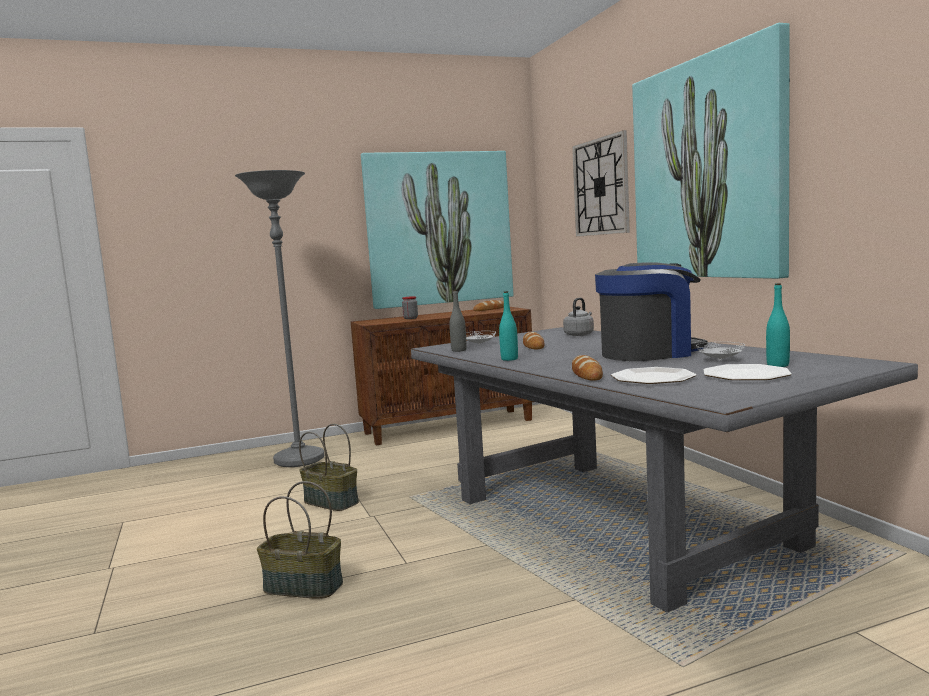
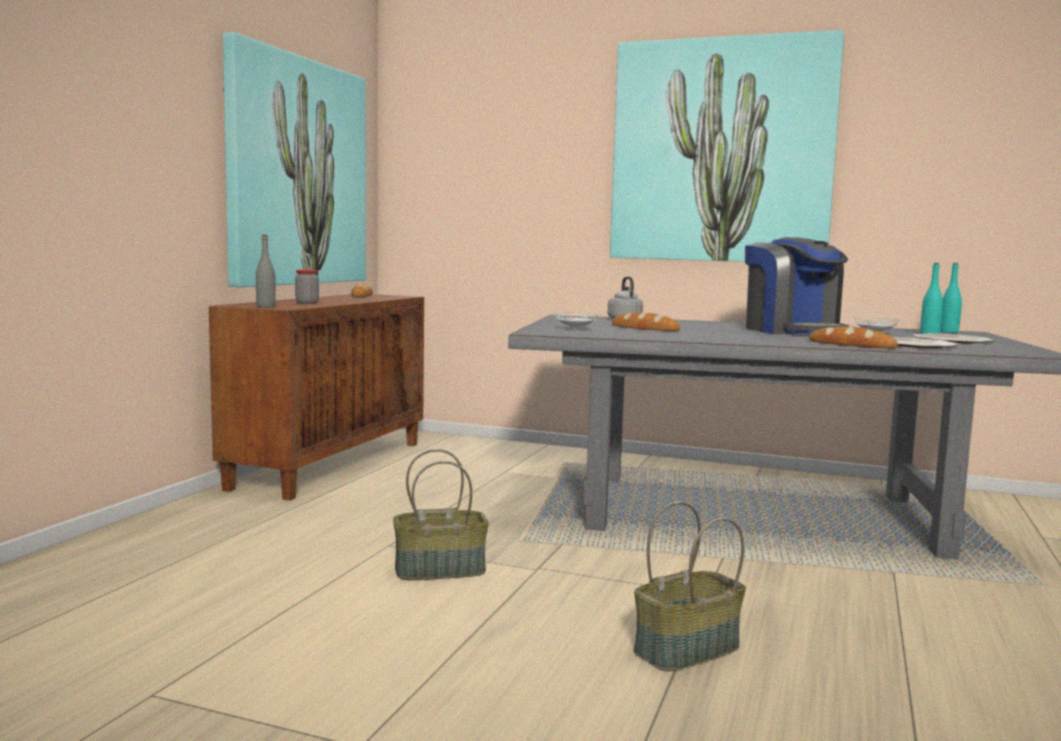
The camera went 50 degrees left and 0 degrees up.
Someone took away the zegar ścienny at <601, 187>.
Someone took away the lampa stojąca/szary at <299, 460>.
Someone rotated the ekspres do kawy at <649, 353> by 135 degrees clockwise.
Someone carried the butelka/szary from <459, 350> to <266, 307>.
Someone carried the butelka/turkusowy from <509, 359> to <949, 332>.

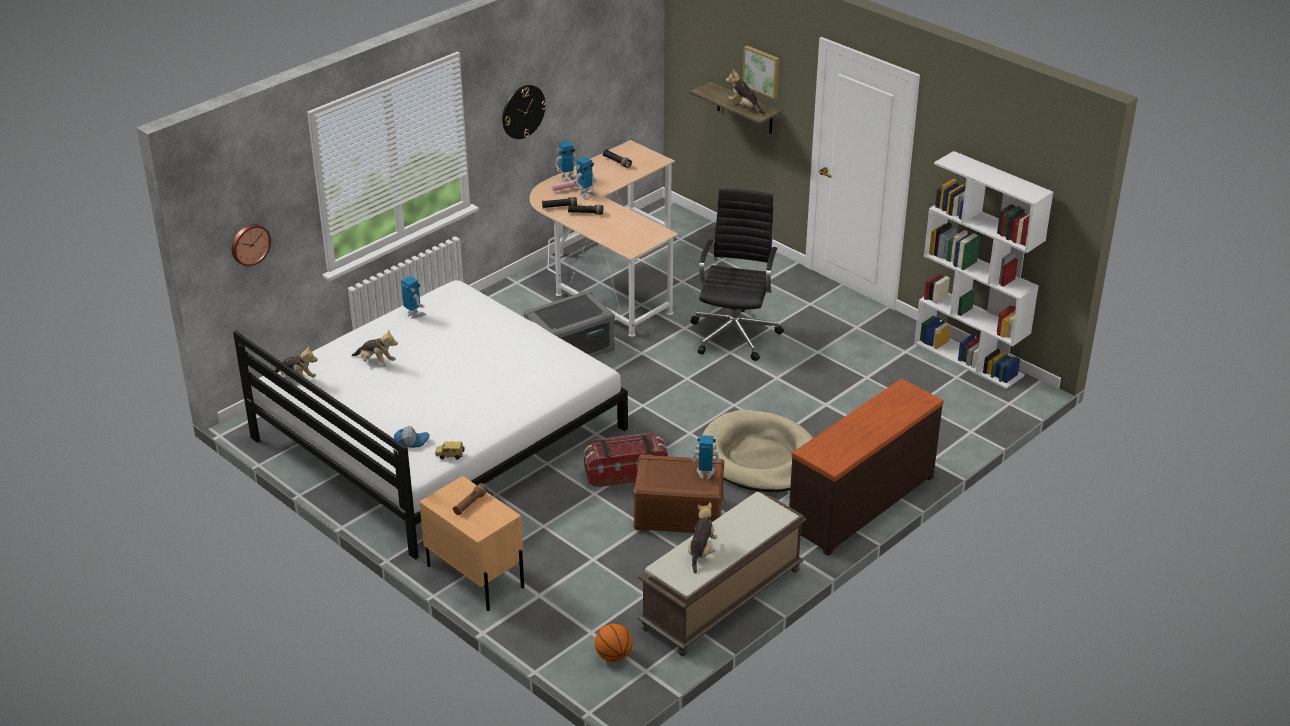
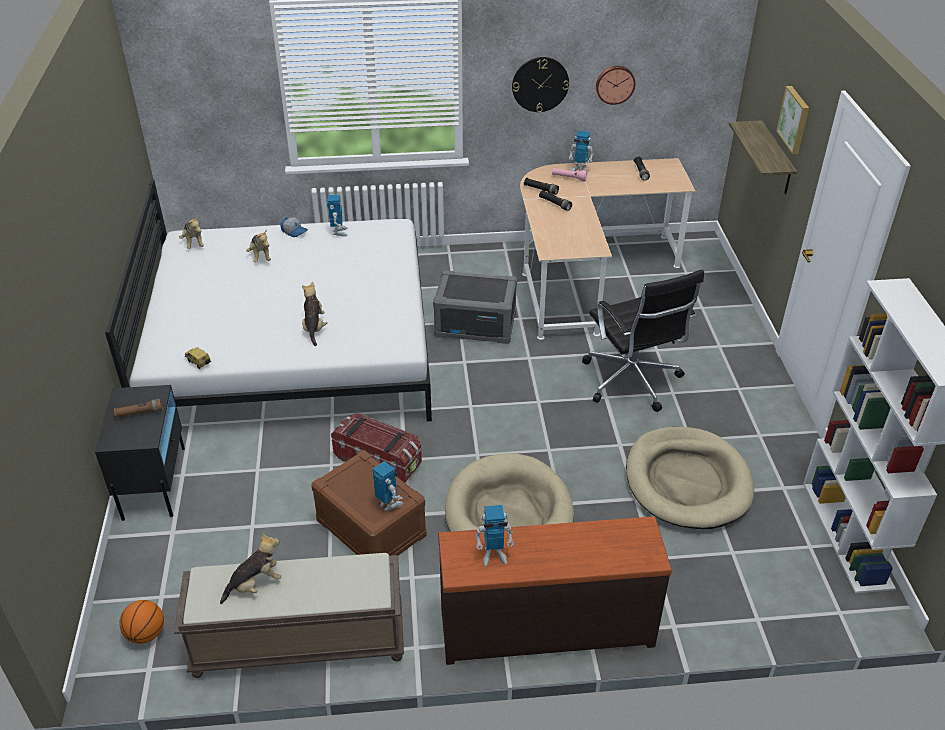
The camera went 40 degrees right and 5 degrees up.
Someone carried the pluszak from <745, 107> to <314, 328>.
Someone carried the robot zabawkowy from <586, 194> to <494, 555>.
Someone rotated the krzesło biurowe/czarny at <735, 333> by 105 degrees clockwise.
Someone carried the zegar ścienny from <249, 244> to <615, 84>.
Someone carried the czapka z daszkiem from <411, 441> to <294, 231>.
Someone repainted the szafka nocna/beżowy at <475, 576>, which became the szafka nocna/czarny at <154, 482>.
Someone put down the legowisko/beżowy at <687, 481>.

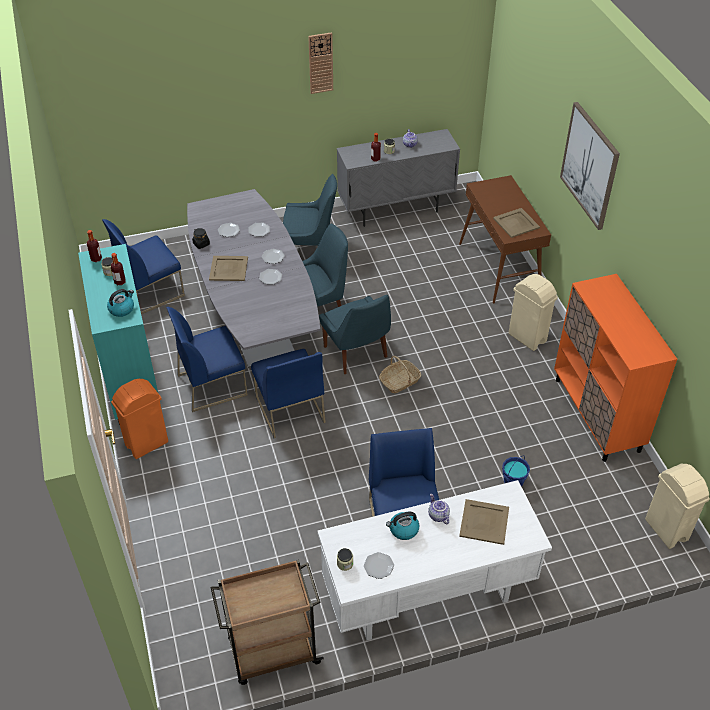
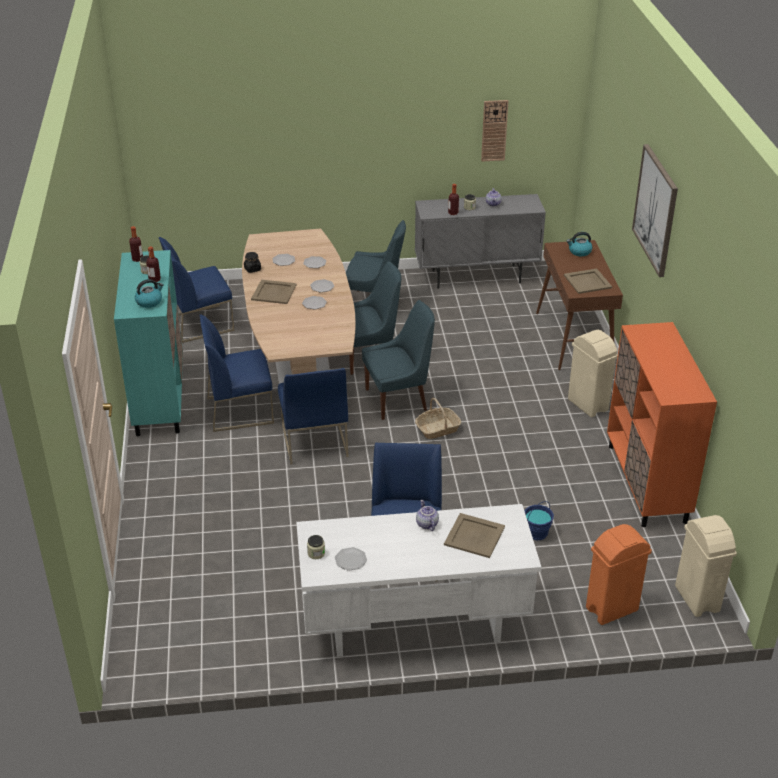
The camera went 10 degrees right and 10 degrees down.
Someone carried the zegar ścienny from <320, 63> to <494, 130>.
Someone repainted the stół jadalny/szary at <255, 321>, which became the stół jadalny/brązowy at <300, 360>.
Someone rotated the krzesło/niebieski at <356, 353> by 90 degrees counterclockwise.
Someone carried the kosz na śmieci/pomarańczowy from <146, 444> to <611, 609>.
Someone carried the czajnik from <403, 530> to <579, 252>.
Someone took away the wózek/brązowy at <272, 652>.

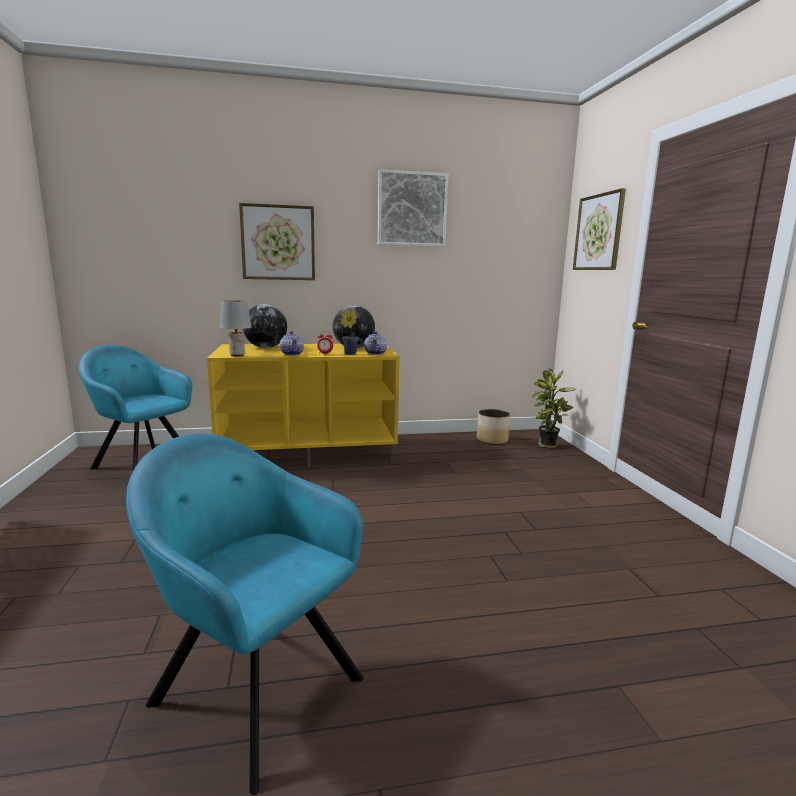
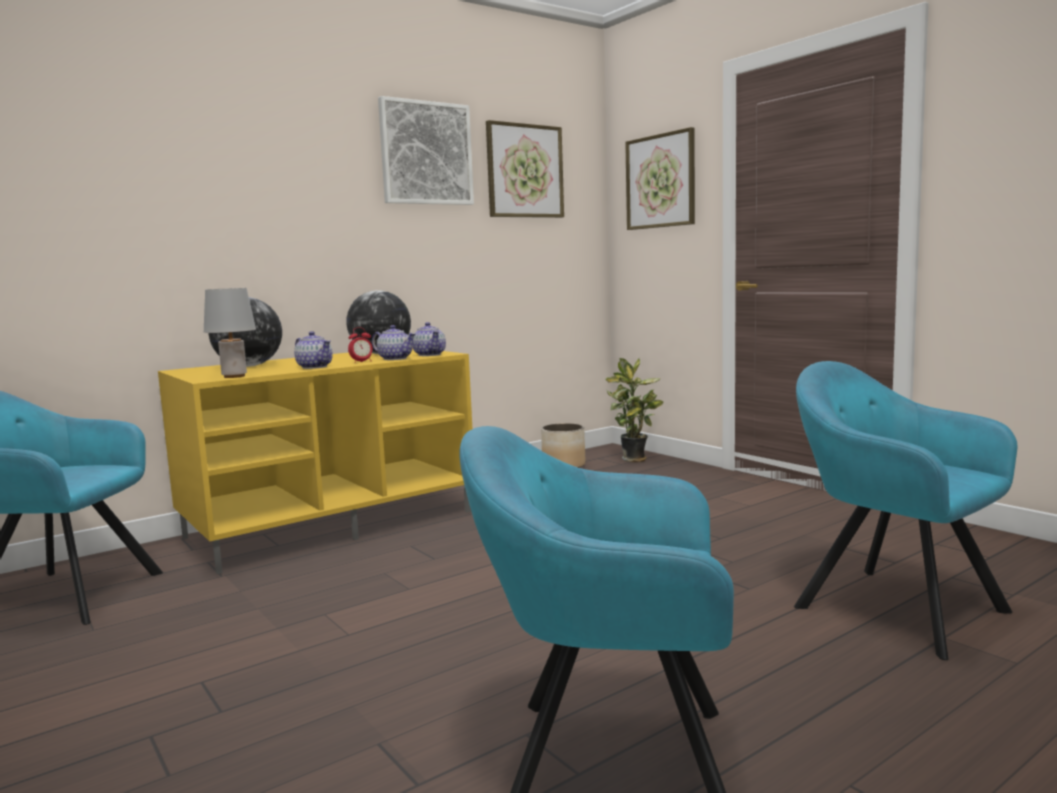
The camera went 25 degrees left and 5 degrees down.
Someone carried the obraz from <278, 242> to <524, 171>.
Someone swapped the roślina doniczkowa at <348, 354> for the imbryk at <395, 358>.
Someone put down the fotel/turkusowy at <891, 606>.

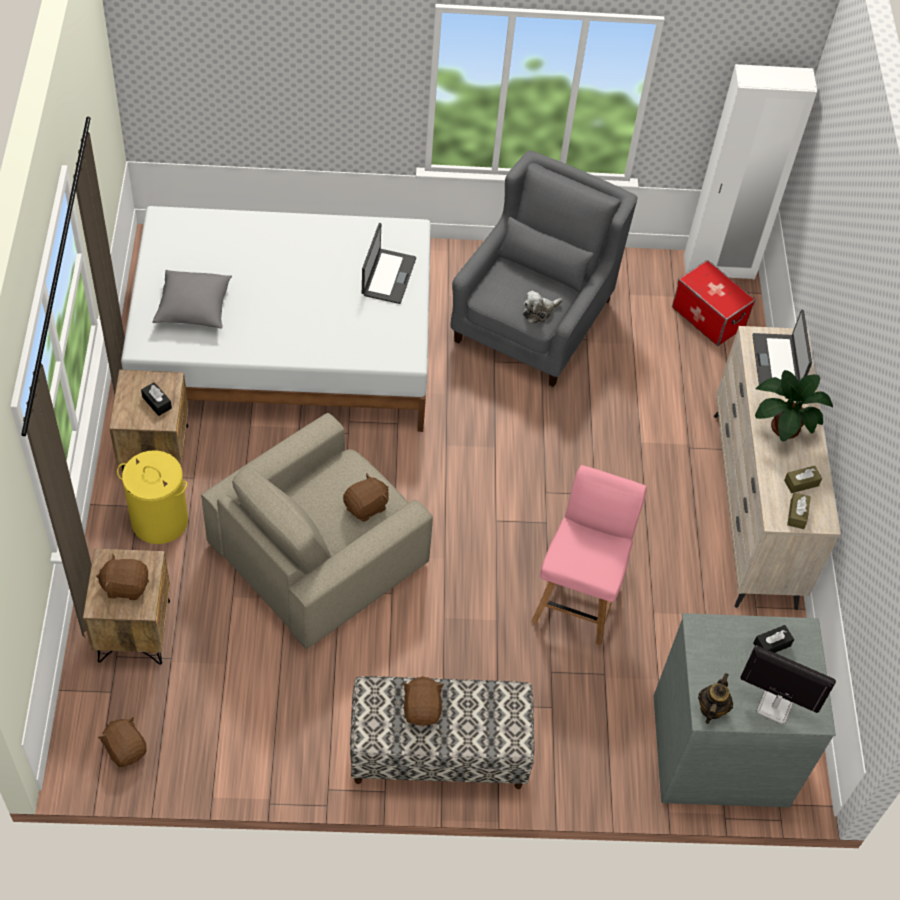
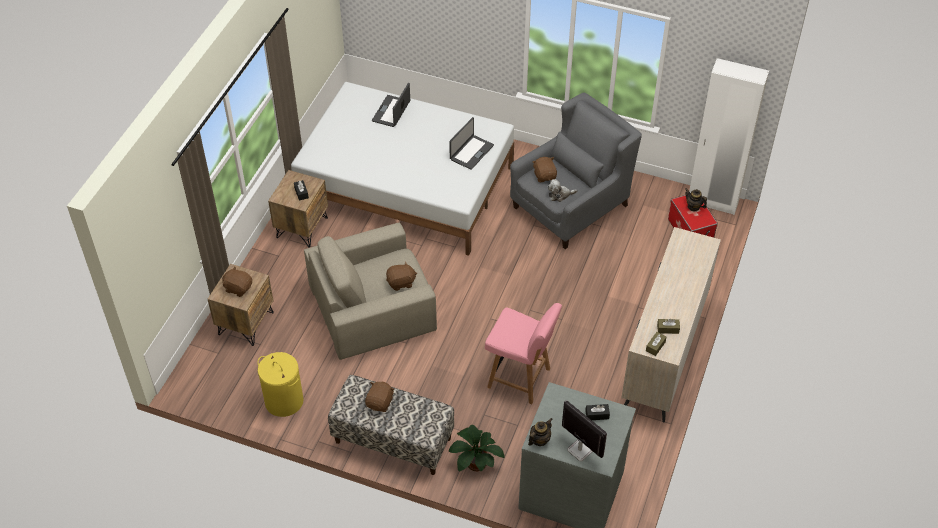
The camera went 25 degrees right and 5 degrees down.
Someone took away the poduszka/szary at <194, 309>.
Someone carried the laptop from <777, 362> to <391, 111>.
Someone carried the roślina doniczkowa from <783, 427> to <474, 462>.
Someone carried the kosz na pranie/żółty from <159, 520> to <283, 401>.
Someone rotated the krzesło/różowy at <577, 601> by 75 degrees clockwise.
Someone carried the pluszak/brązowy from <125, 749> to <544, 176>.
Someone put down the imbryk at <693, 207>.

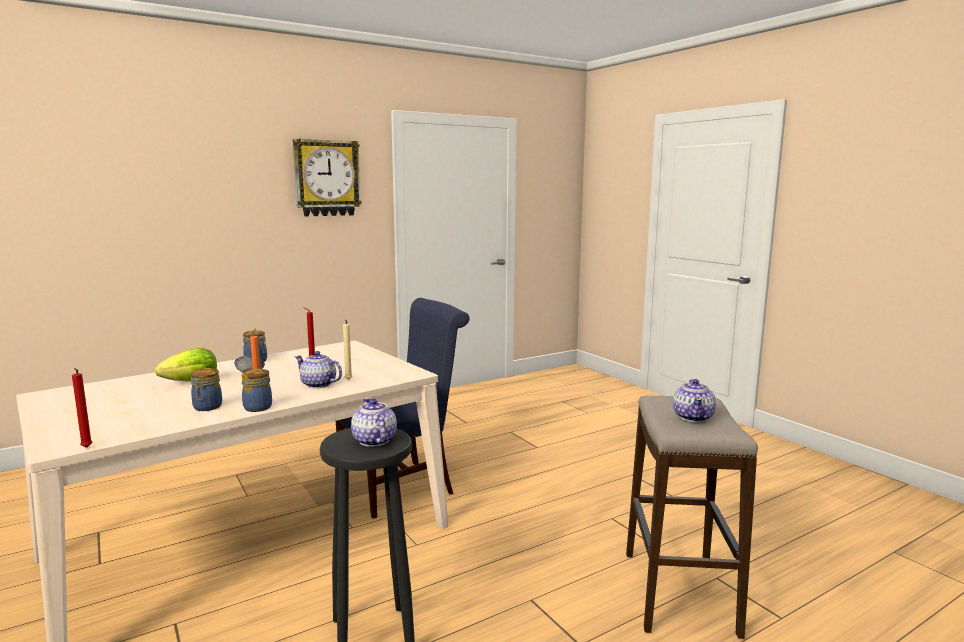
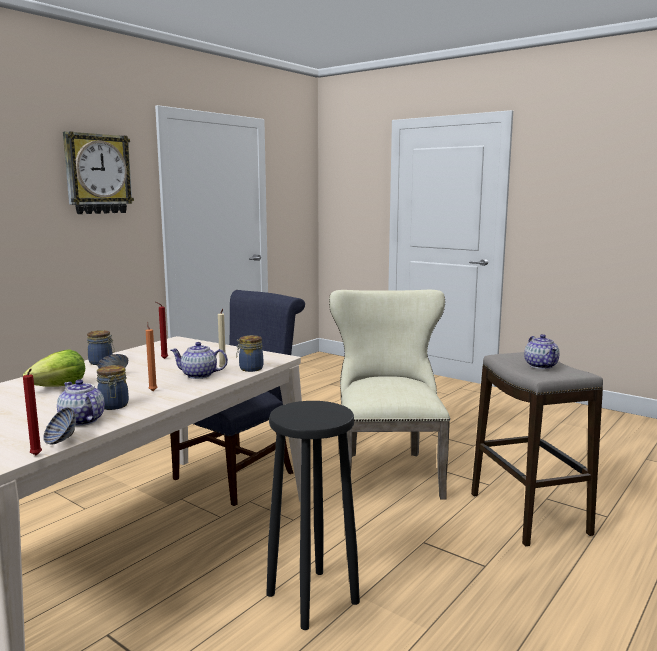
The camera went 20 degrees left and 0 degrees up.
Someone carried the słoik from <257, 407> to <250, 368>.
Someone carried the imbryk from <374, 441> to <82, 421>.
Someone put down the krzesło/beżowy at <387, 471>.
Someone put down the miska at <61, 440>.

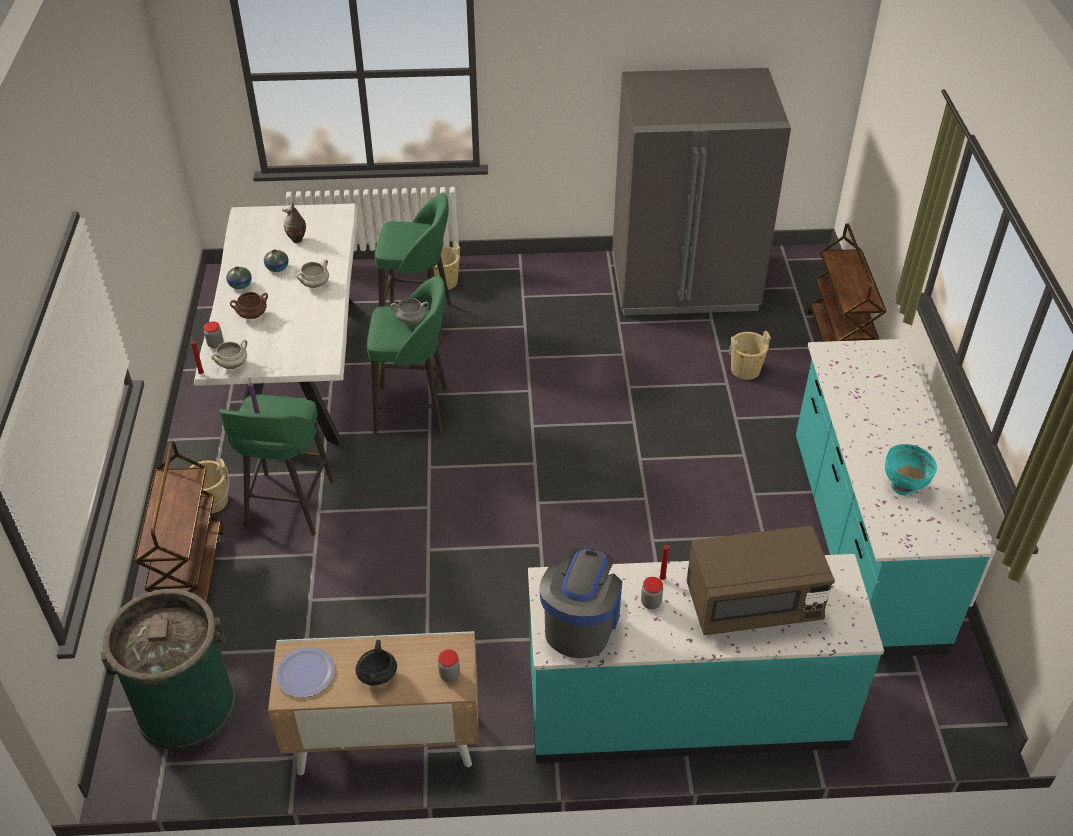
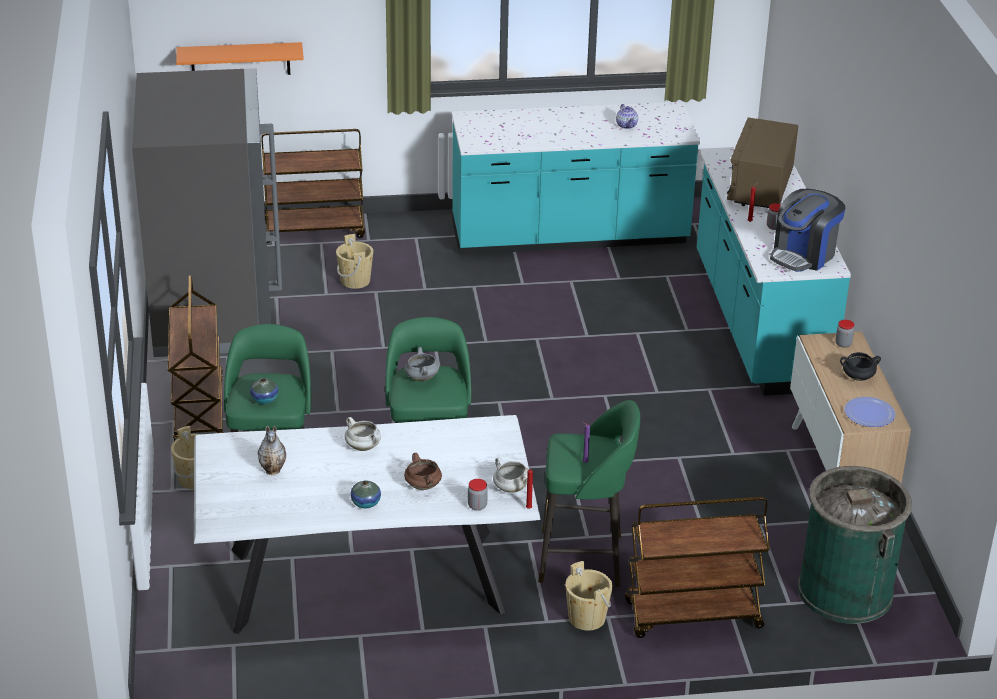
The camera went 95 degrees left and 10 degrees down.
Someone carried the wazon from <277, 268> to <264, 399>.
Someone swapped the miska/turkusowy at <904, 486> for the imbryk at <626, 125>.
Someone rotated the mikrofalówka/brązowy at <753, 603> by 150 degrees counterclockwise.
Someone rotated the ekspres do kawy at <580, 622> by 60 degrees counterclockwise.
Someone put up the półka/pomarańczowy at <240, 60>.
Someone put down the wózek/brązowy at <198, 411>.

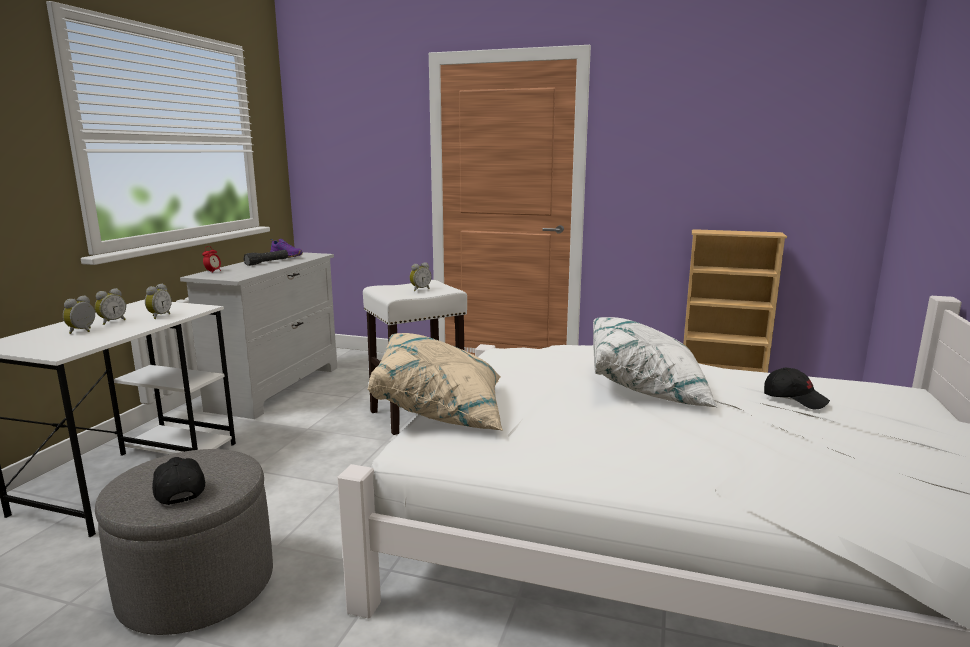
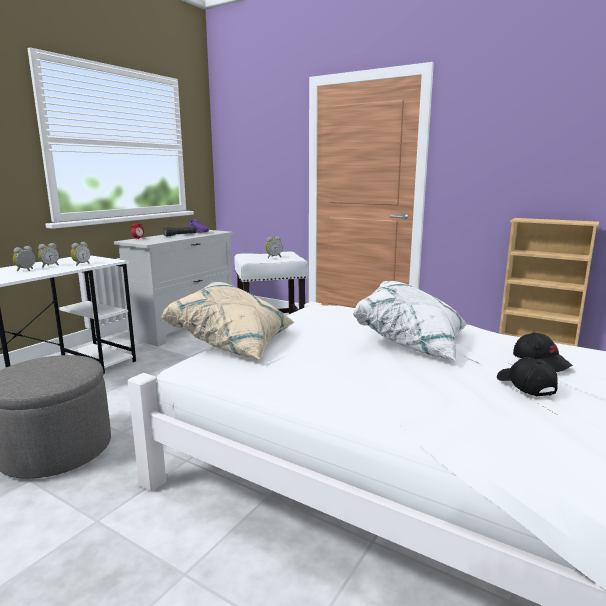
The camera went 15 degrees right and 0 degrees up.
Someone carried the czapka z daszkiem/czarny from <178, 490> to <525, 386>.

